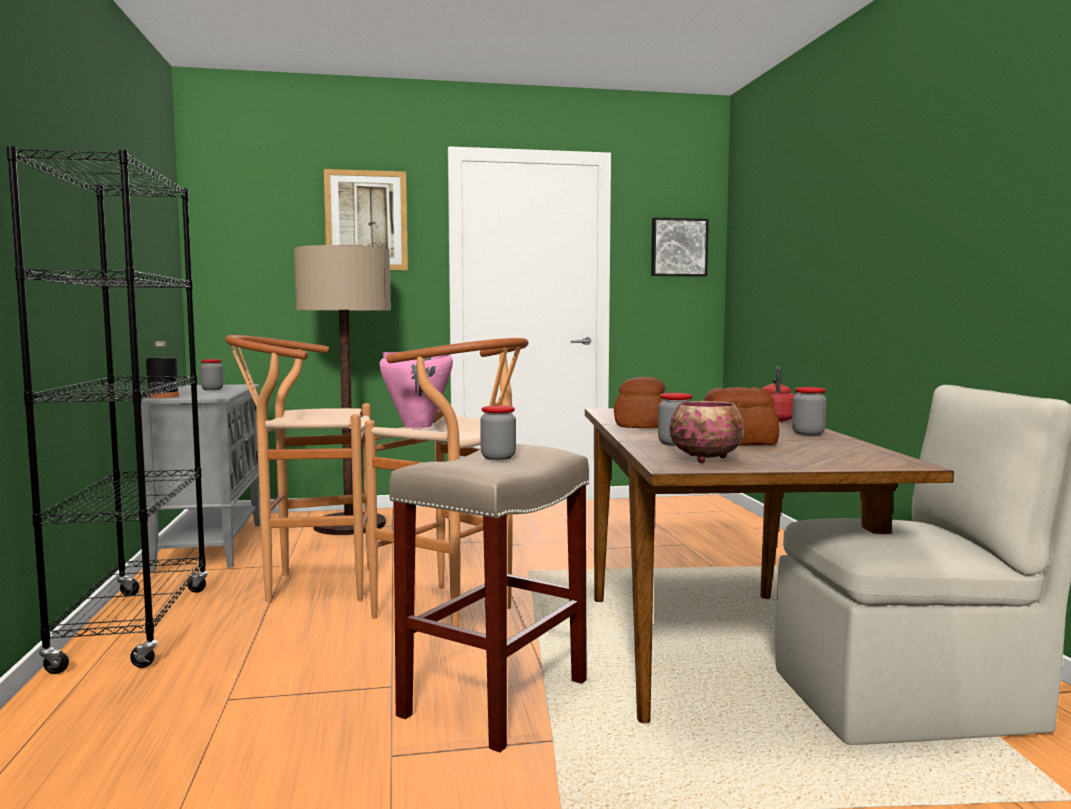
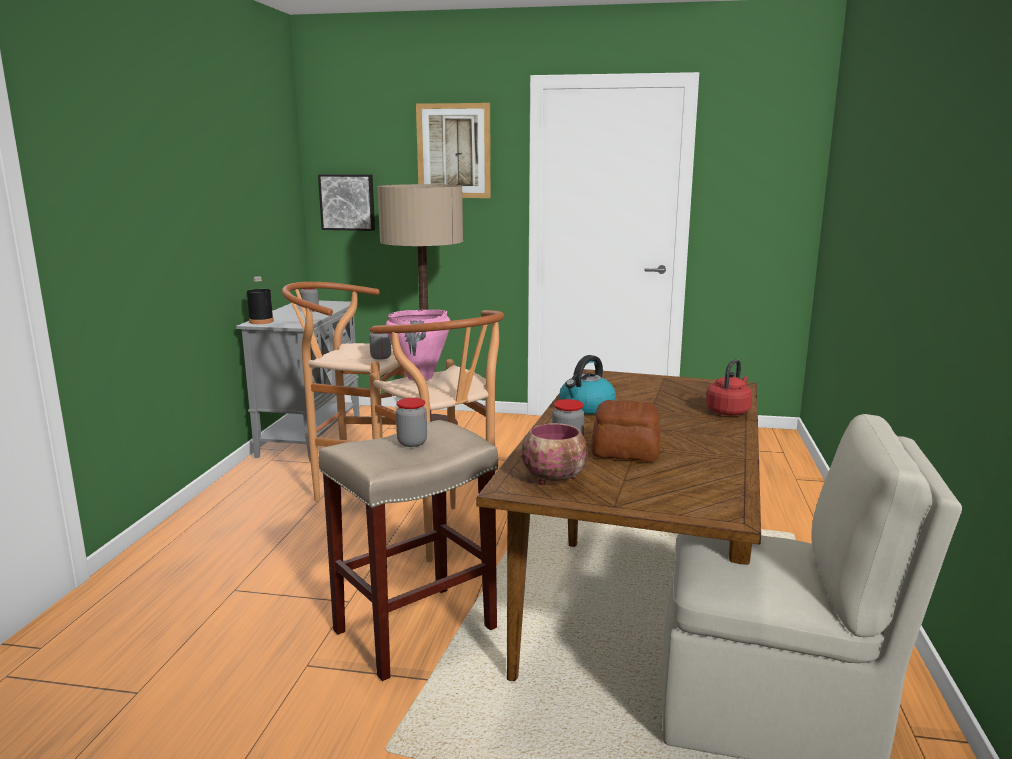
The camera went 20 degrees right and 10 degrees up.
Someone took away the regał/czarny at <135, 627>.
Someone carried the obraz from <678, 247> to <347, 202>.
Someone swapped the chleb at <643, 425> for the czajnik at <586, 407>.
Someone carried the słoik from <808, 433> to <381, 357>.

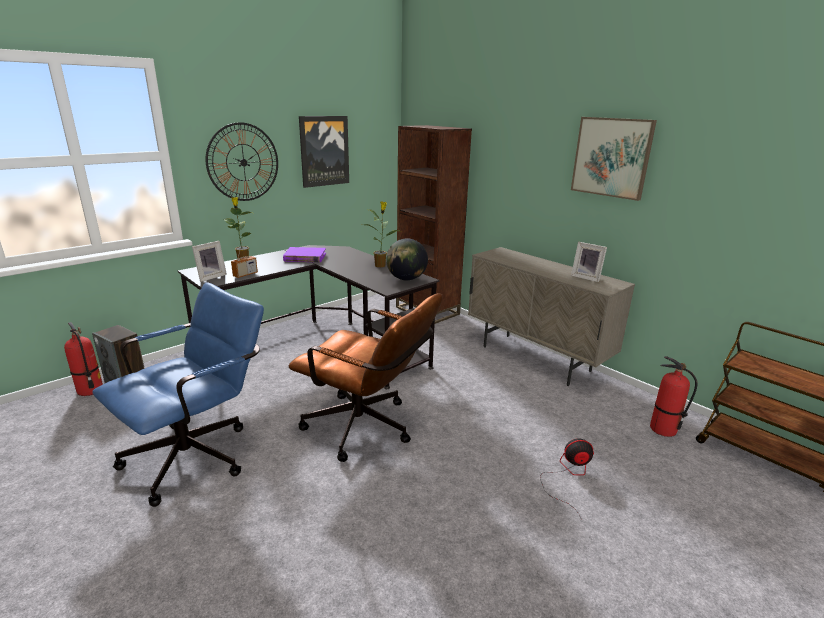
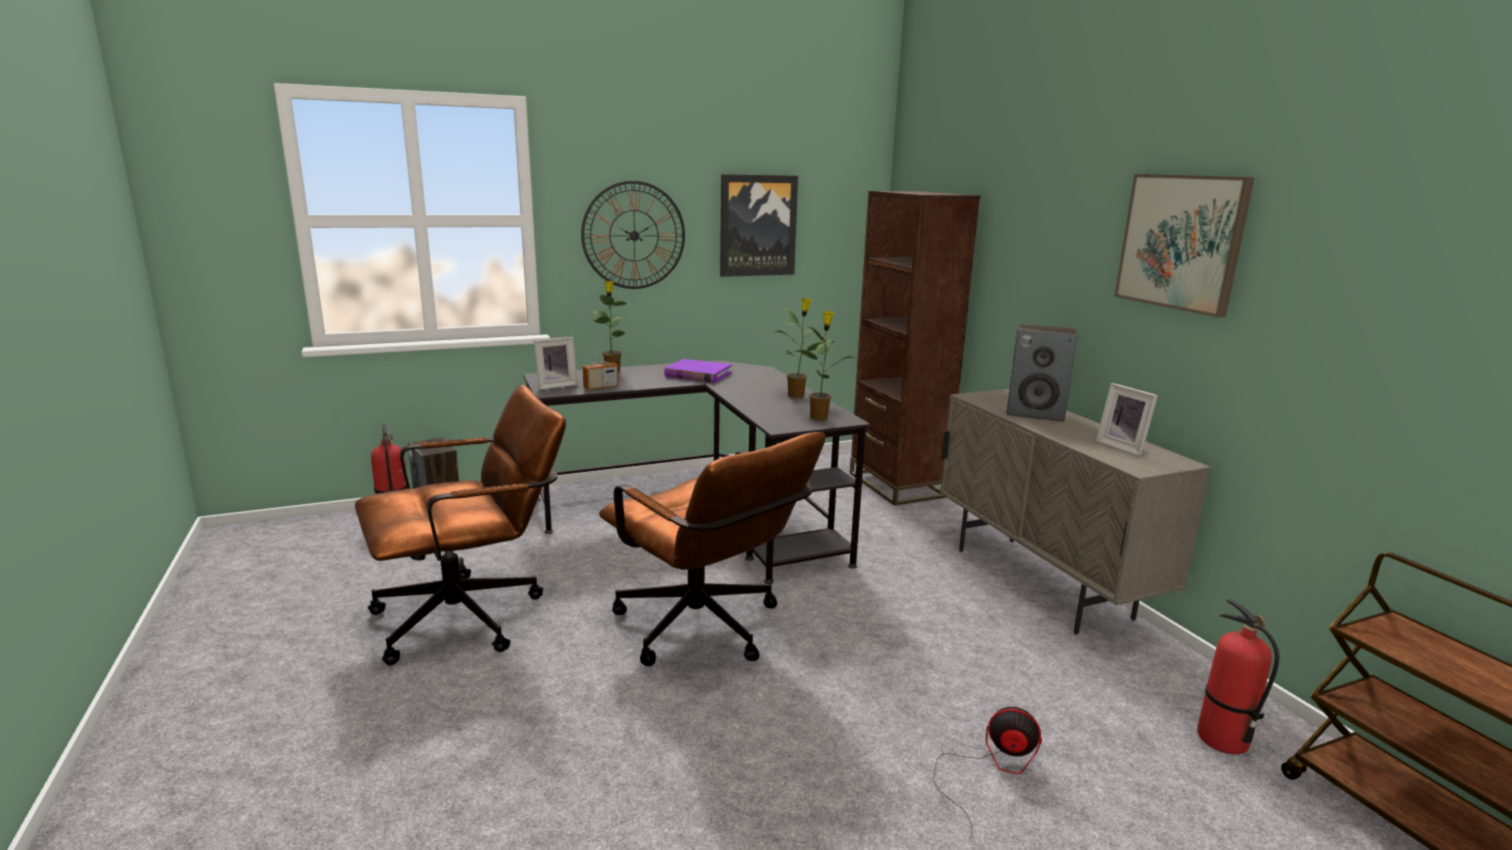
The camera went 20 degrees right and 5 degrees down.
Someone swapped the globus at <406, 279> for the roślina doniczkowa at <819, 417>.
Someone repainted the krzesło biurowe/niebieski at <199, 453>, which became the krzesło biurowe/brązowy at <473, 615>.
Someone put down the głośnik at <1036, 413>.

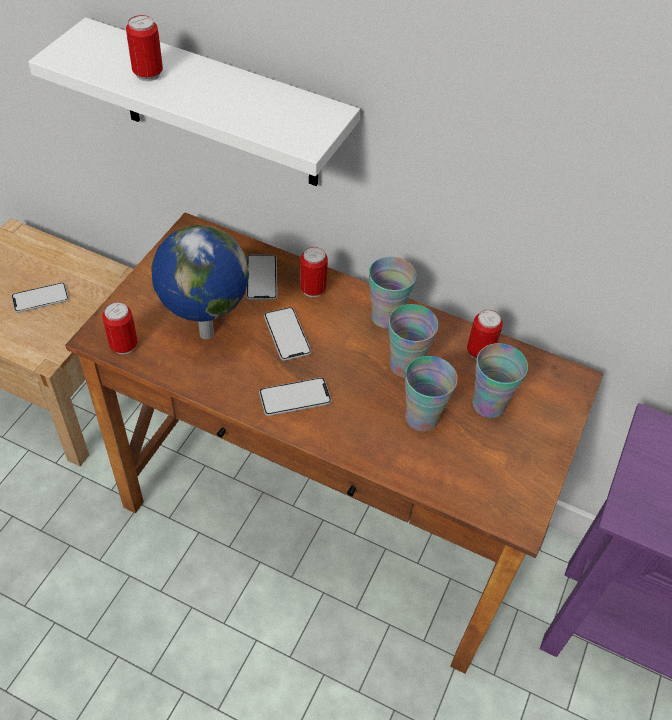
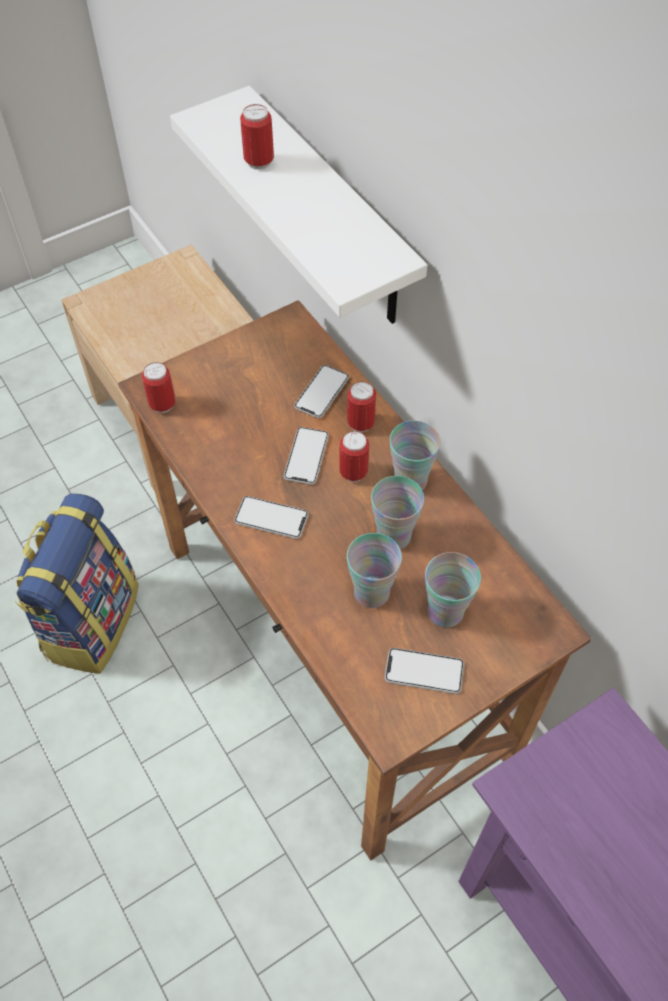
The camera went 35 degrees right and 5 degrees up.
Someone took away the globus at <204, 333>.
Someone carried the telefon from <40, 298> to <424, 671>.
Someone carried the puszka from <479, 352> to <353, 472>.
Someone put down the plecak at <91, 620>.

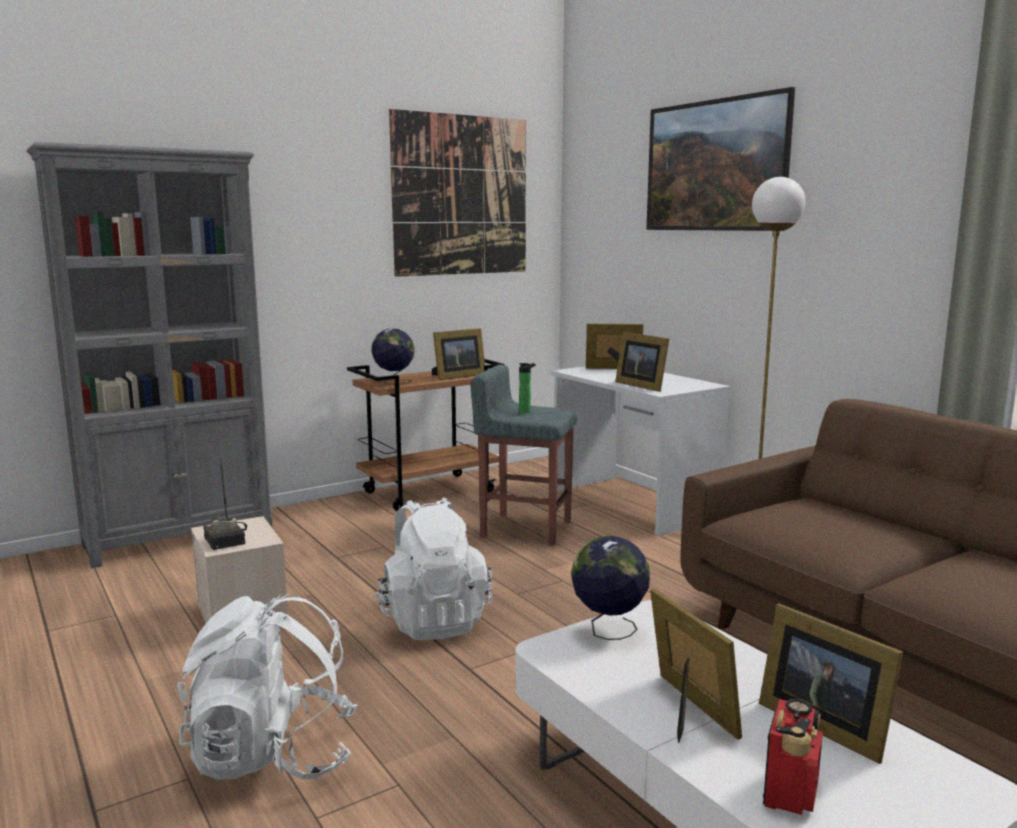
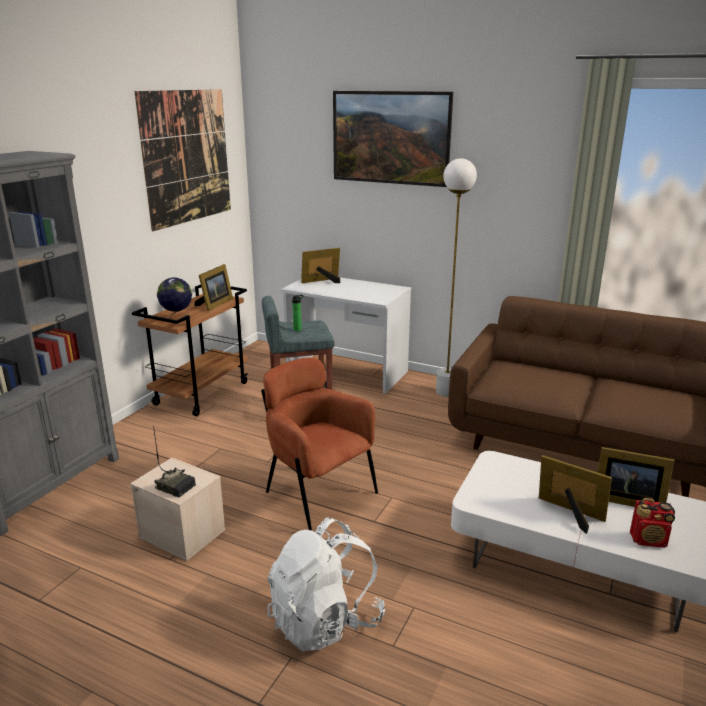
The camera went 30 degrees left and 10 degrees up.
Someone took away the ramka na zdjęcie at <641, 385>.
Someone swapped the plecak/biały at <433, 621> for the fotel/brązowy at <317, 495>.
Someone took away the globus at <608, 631>.
Someone rotated the radio at <790, 792> by 105 degrees clockwise.

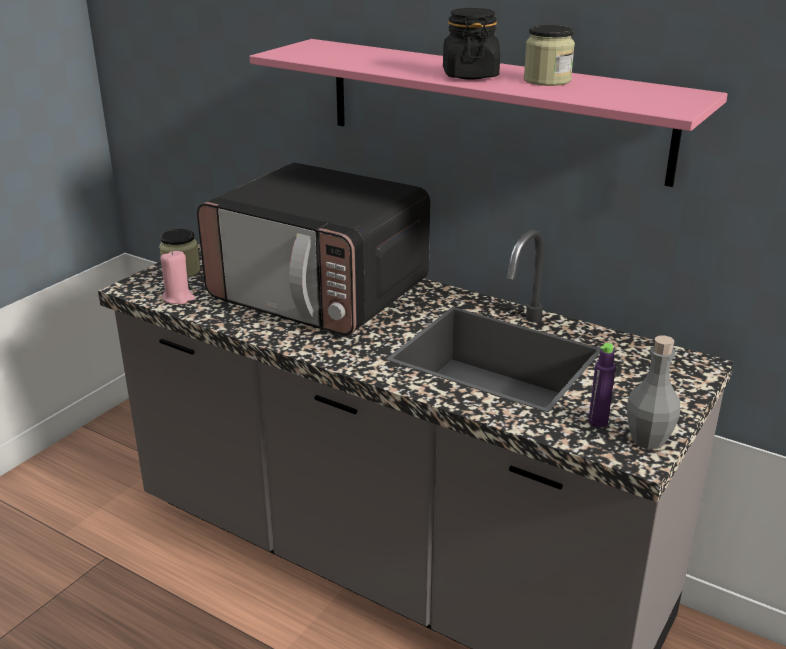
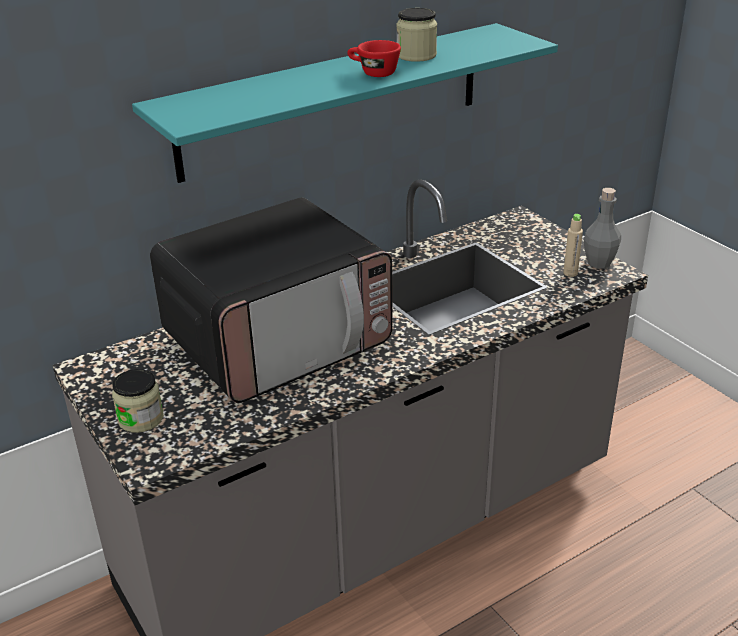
The camera went 65 degrees left and 5 degrees up.
Someone swapped the słoik/czarny at <470, 75> for the filiżanka/czerwony at <373, 73>.
Someone repainted the półka/różowy at <492, 108>, which became the półka/turkusowy at <334, 100>.
Someone took away the świeca/różowy at <178, 298>.
Someone repainted the butelka/fioletowy at <598, 422>, which became the butelka/beżowy at <570, 273>.

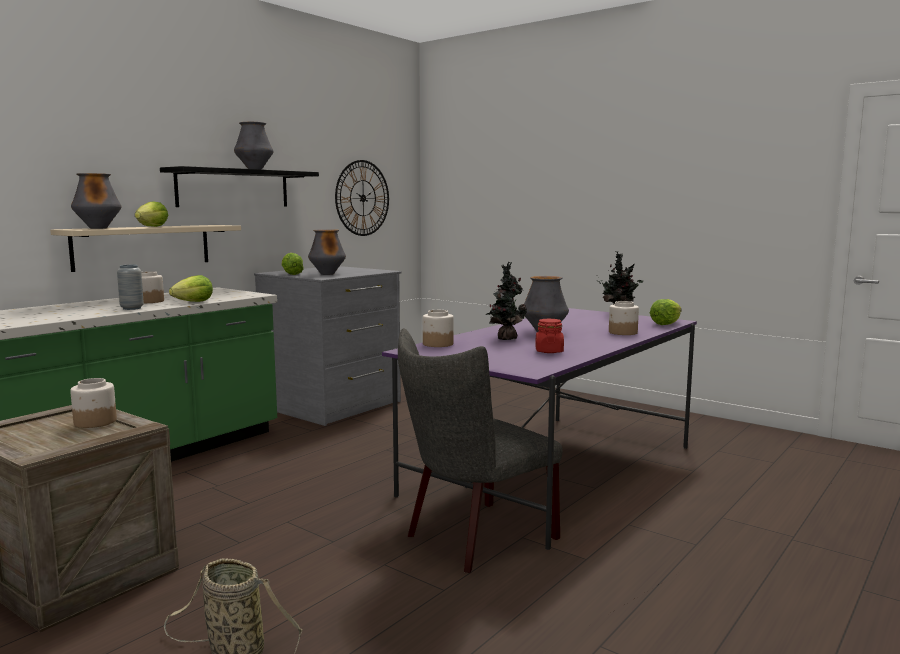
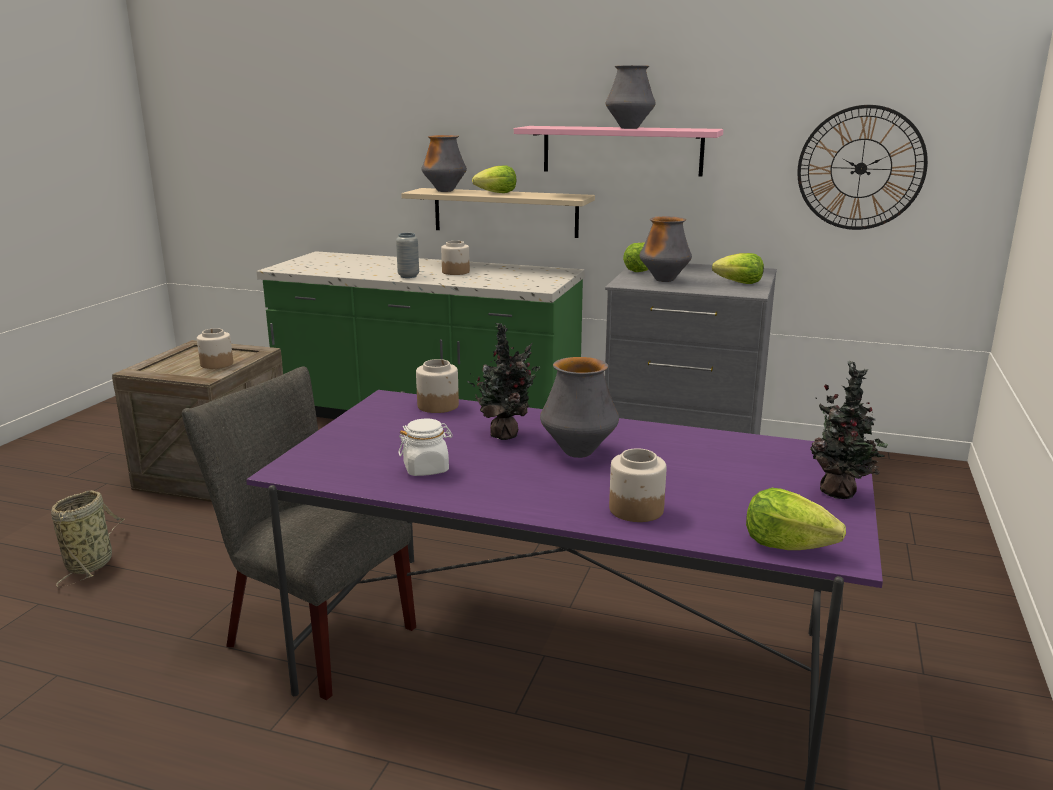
The camera went 70 degrees right and 10 degrees up.
Someone repainted the półka/czarny at <233, 188>, which became the półka/różowy at <622, 150>.
Someone carried the sałata from <194, 302> to <739, 283>.
Someone repainted the słoik/czerwony at <549, 351>, which became the słoik/biały at <426, 469>.

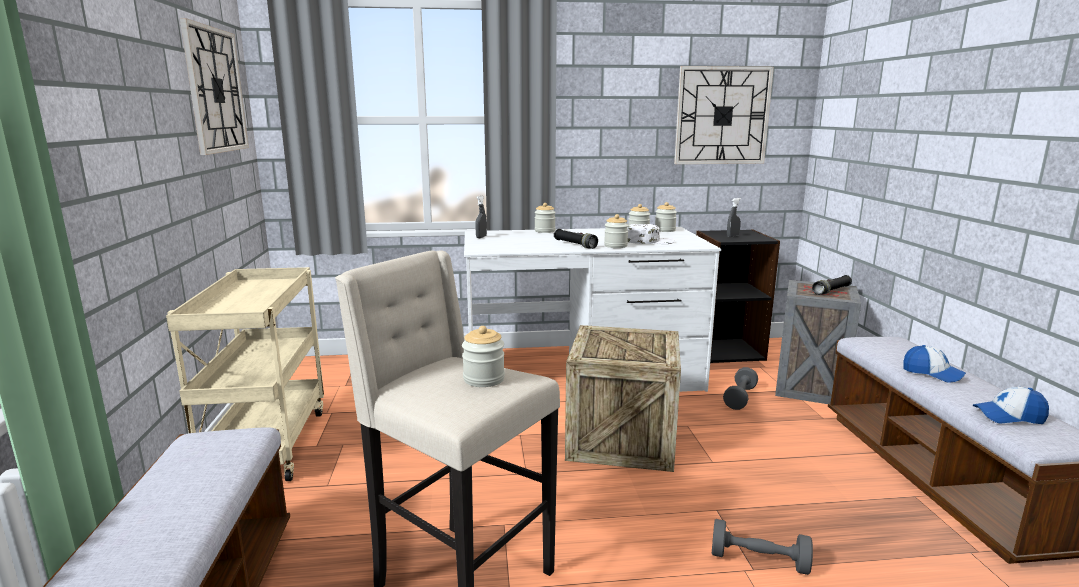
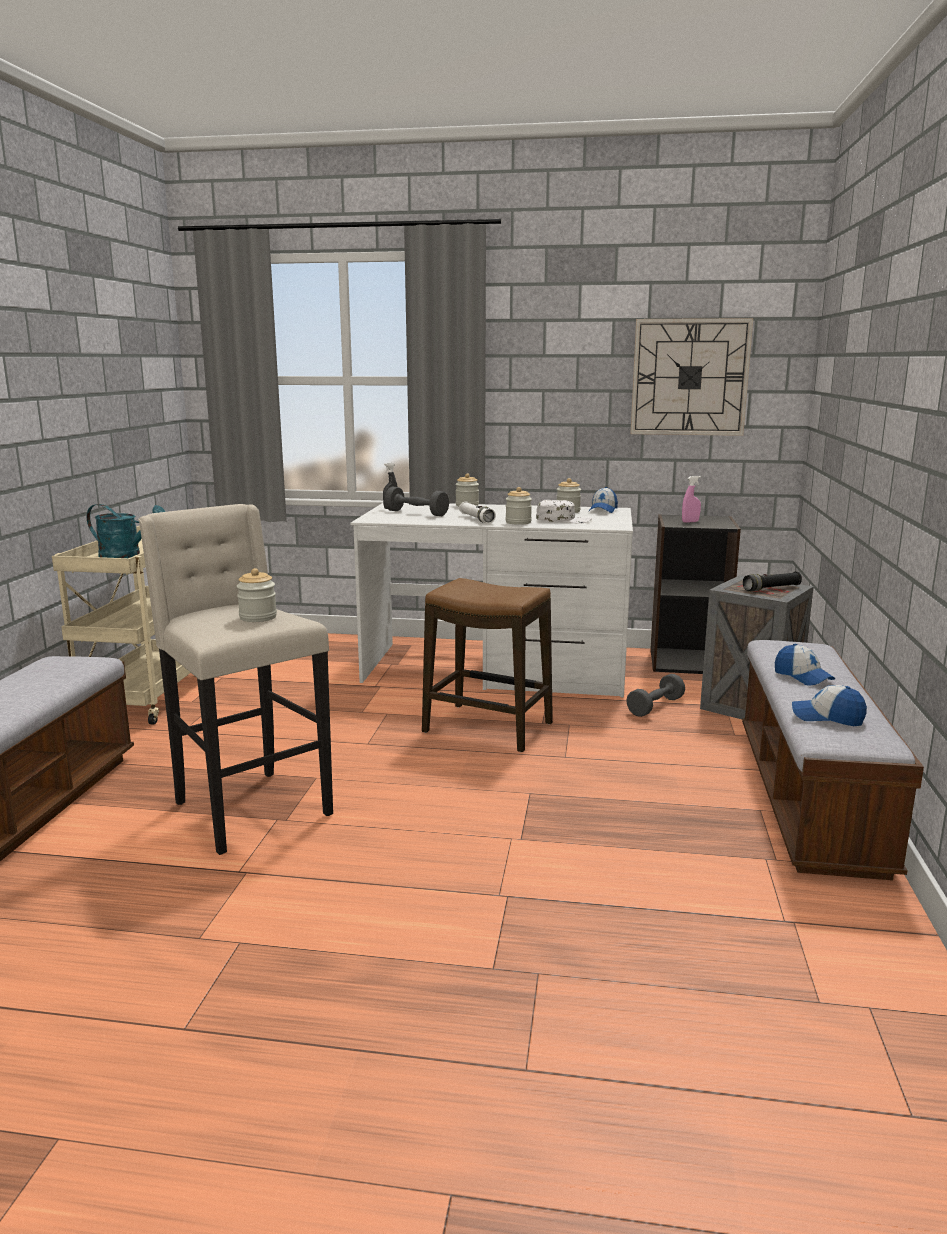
The camera went 15 degrees right and 0 degrees up.
Someone took away the zegar ścienny at <215, 90>.
Someone repainted the spryskiwacz/szary at <732, 236>, which became the spryskiwacz/różowy at <690, 522>.
Someone swapped the słoik at <665, 230> for the czapka z daszkiem at <603, 510>.
Someone repainted the latarka/czarny at <575, 245>, which became the latarka/biały at <476, 519>.
Someone swapped the skrzynka at <621, 439> for the stołek at <487, 728>.
Someone carried the hantel/szary from <758, 560> to <416, 513>.
Someone put down the konewka/turkusowy at <127, 556>.

